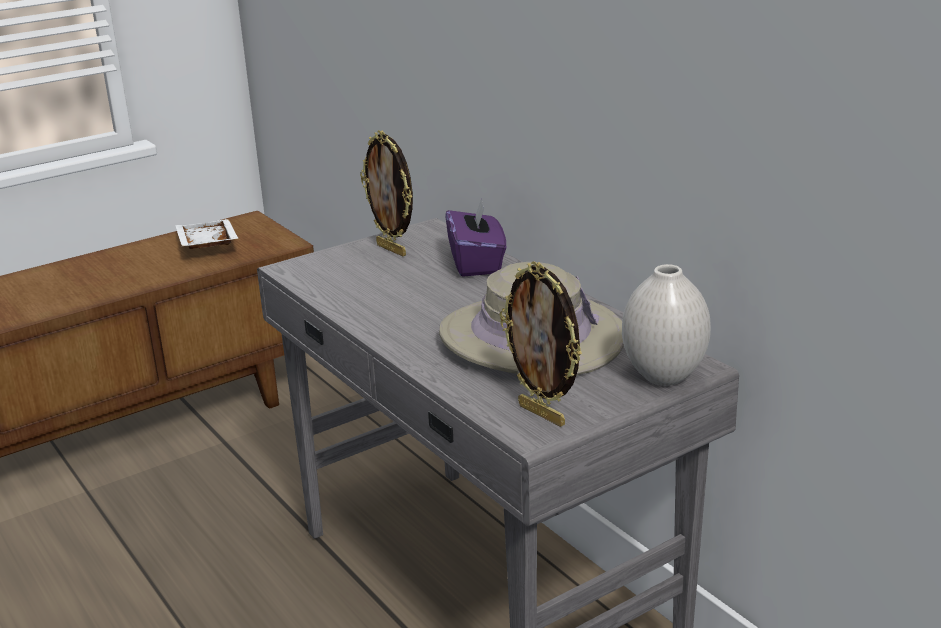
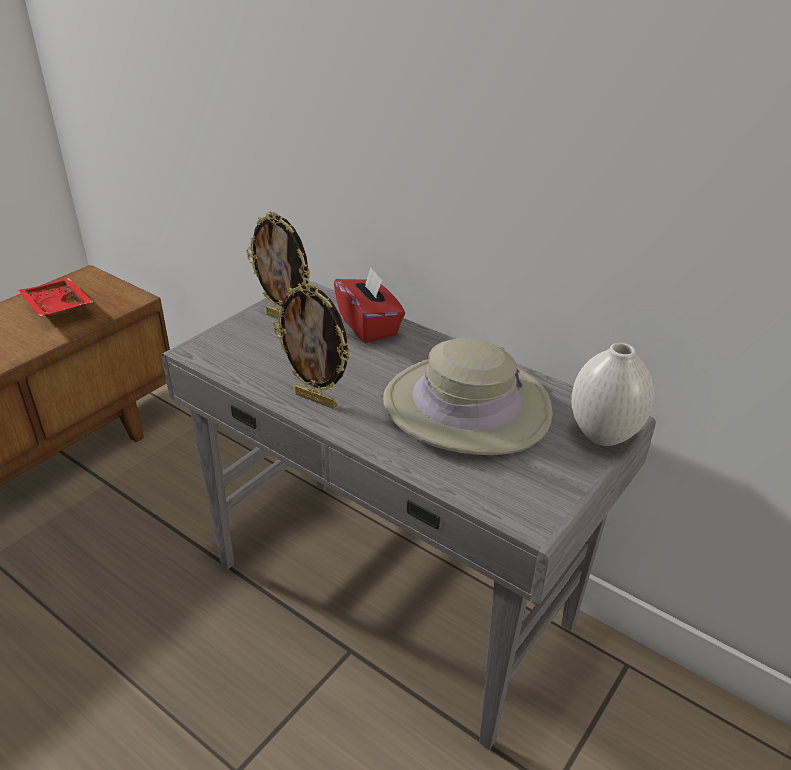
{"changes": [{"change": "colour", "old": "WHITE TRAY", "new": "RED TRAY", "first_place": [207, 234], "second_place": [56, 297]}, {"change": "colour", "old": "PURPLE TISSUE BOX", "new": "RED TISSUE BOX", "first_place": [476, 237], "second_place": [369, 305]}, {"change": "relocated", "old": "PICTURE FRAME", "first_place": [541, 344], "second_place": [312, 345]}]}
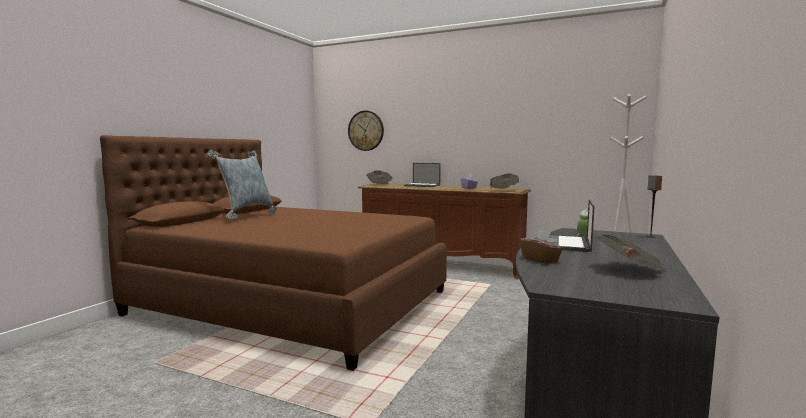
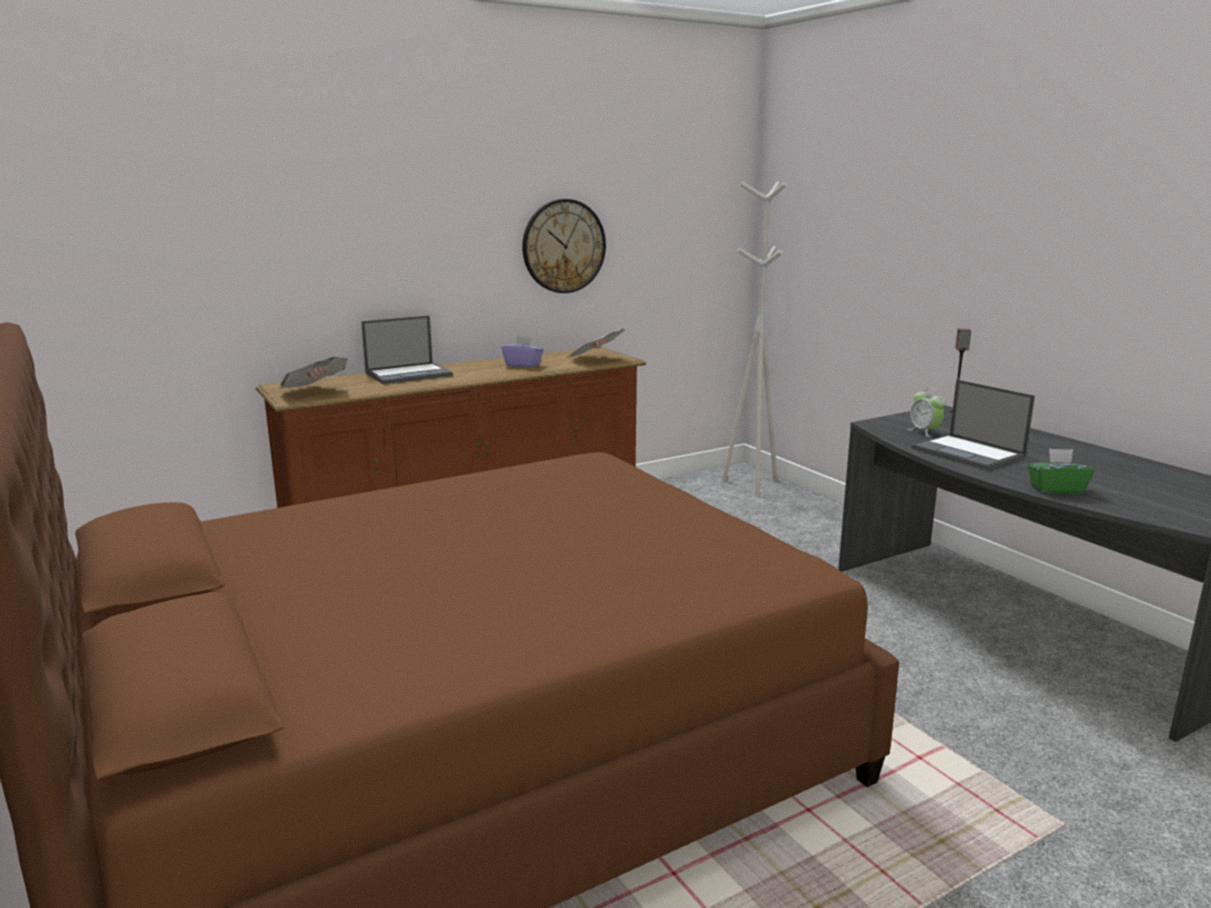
{"changes": [{"change": "missing", "old": "PILLOW", "first_place": [242, 184]}, {"change": "relocated", "old": "WALL CLOCK", "first_place": [366, 131], "second_place": [564, 246]}, {"change": "colour", "old": "BROWN TISSUE BOX", "new": "GREEN TISSUE BOX", "first_place": [541, 247], "second_place": [1061, 471]}, {"change": "missing", "old": "NEWSPAPER", "first_place": [630, 252]}]}
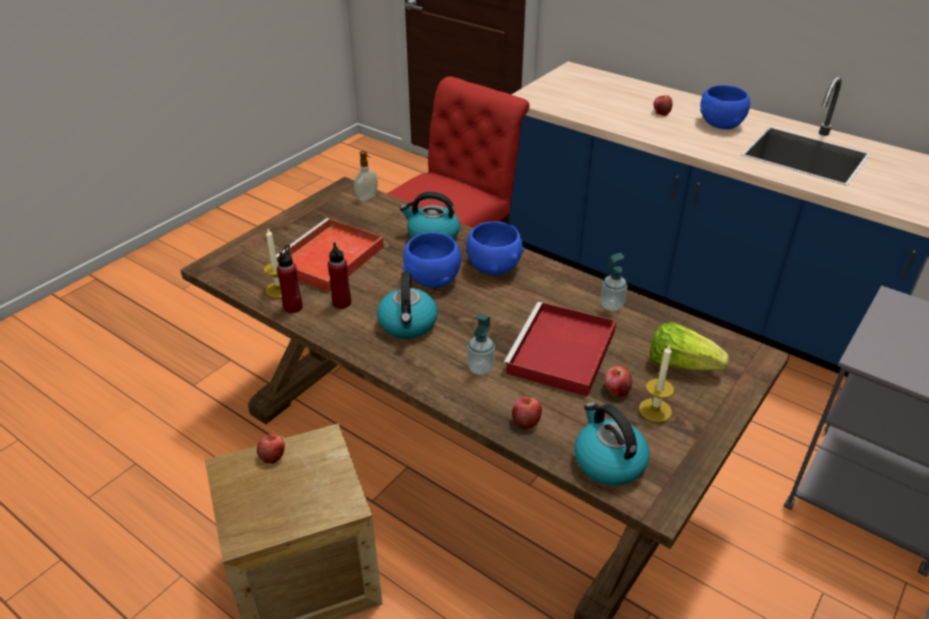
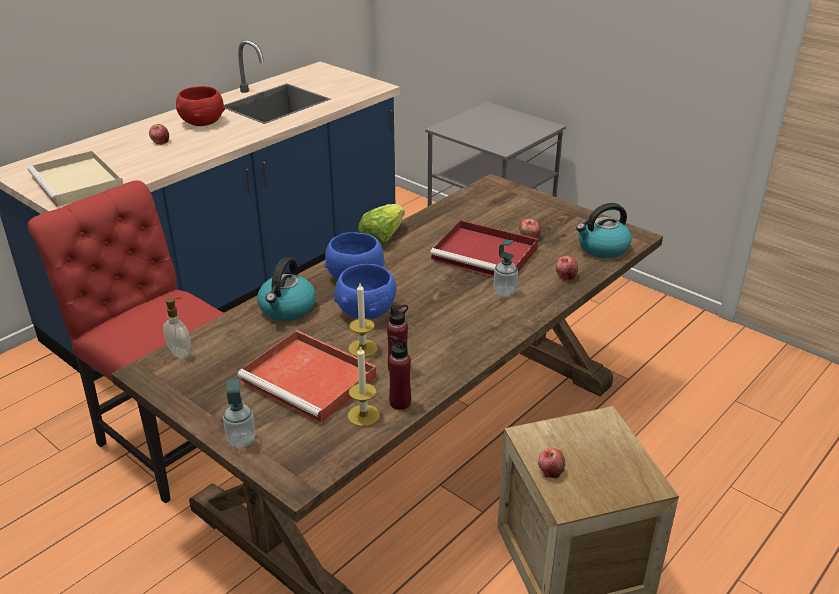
{"changes": [{"change": "missing", "old": "KETTLE", "first_place": [407, 305]}, {"change": "relocated", "old": "SOAP DISPENSER", "first_place": [613, 281], "second_place": [239, 413]}, {"change": "relocated", "old": "CANDLE", "first_place": [657, 383], "second_place": [363, 320]}, {"change": "relocated", "old": "LETTUCE", "first_place": [689, 346], "second_place": [381, 224]}, {"change": "colour", "old": "BLUE BOWL", "new": "RED BOWL", "first_place": [725, 107], "second_place": [200, 106]}, {"change": "appeared", "new": "BEIGE TRAY", "second_place": [75, 178]}]}
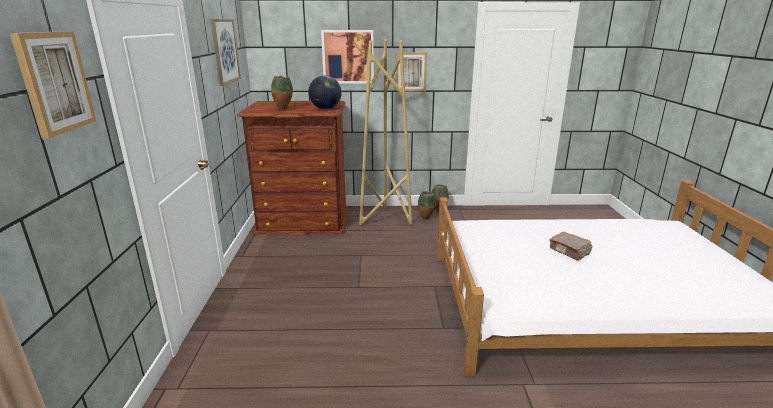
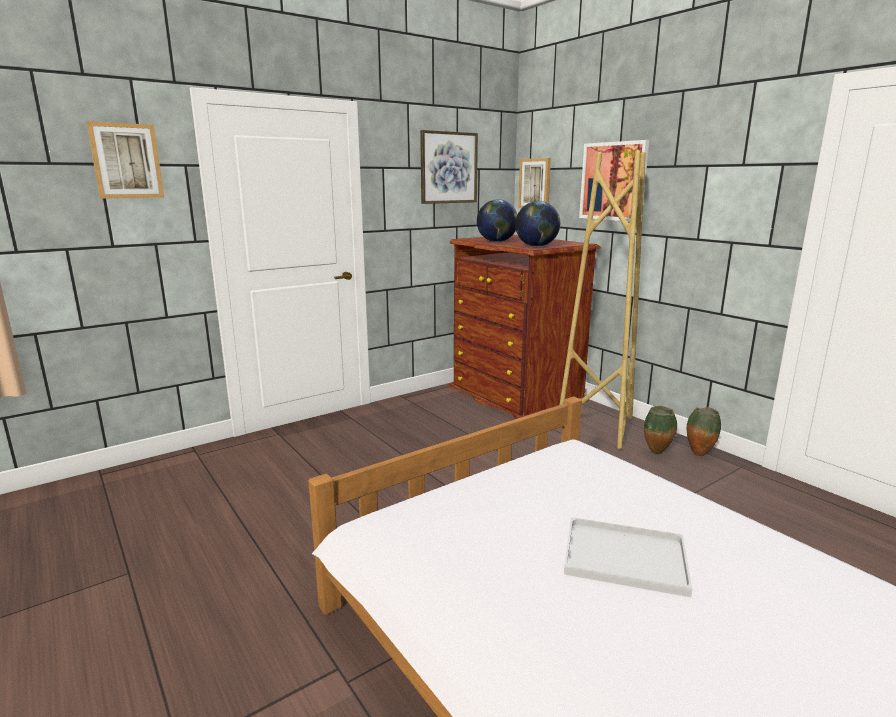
{"changes": [{"change": "exchanged", "old": "VASE", "new": "GLOBE", "first_place": [282, 93], "second_place": [497, 220]}, {"change": "relocated", "old": "PICTURE", "first_place": [411, 71], "second_place": [534, 183]}, {"change": "exchanged", "old": "BROWN BOOK", "new": "WHITE TRAY", "first_place": [570, 246], "second_place": [628, 557]}]}
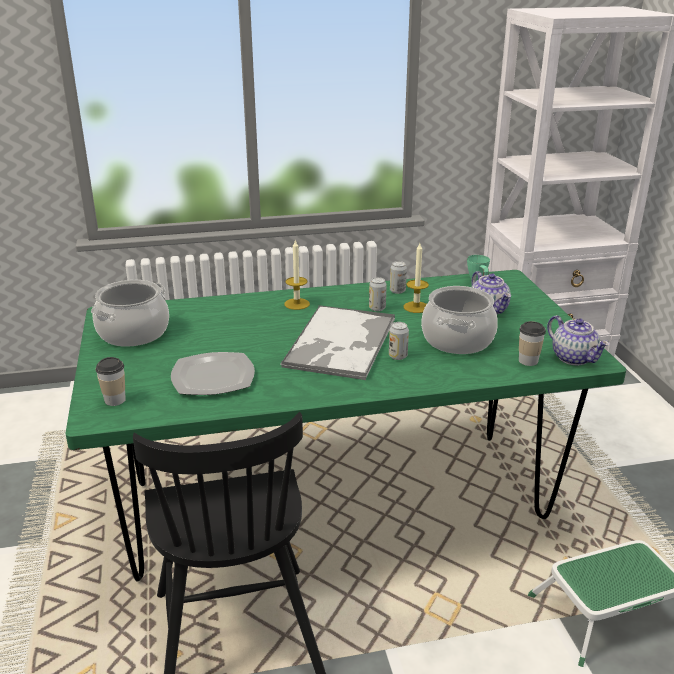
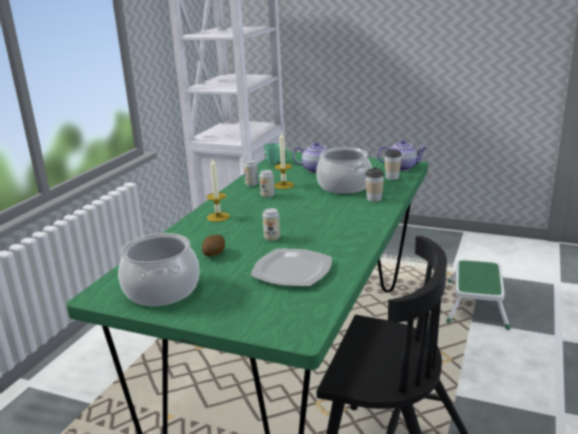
{"changes": [{"change": "relocated", "old": "CUP", "first_place": [110, 381], "second_place": [374, 185]}, {"change": "missing", "old": "TRAY", "first_place": [337, 342]}, {"change": "relocated", "old": "CAN", "first_place": [399, 341], "second_place": [271, 224]}, {"change": "appeared", "new": "POTATO", "second_place": [213, 245]}]}
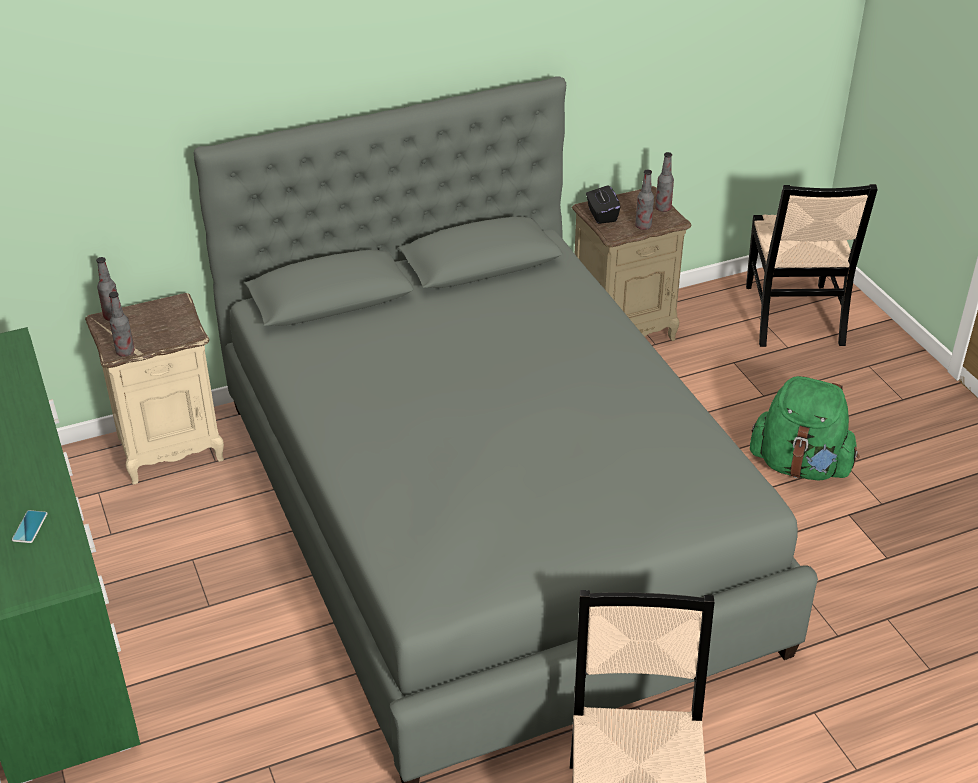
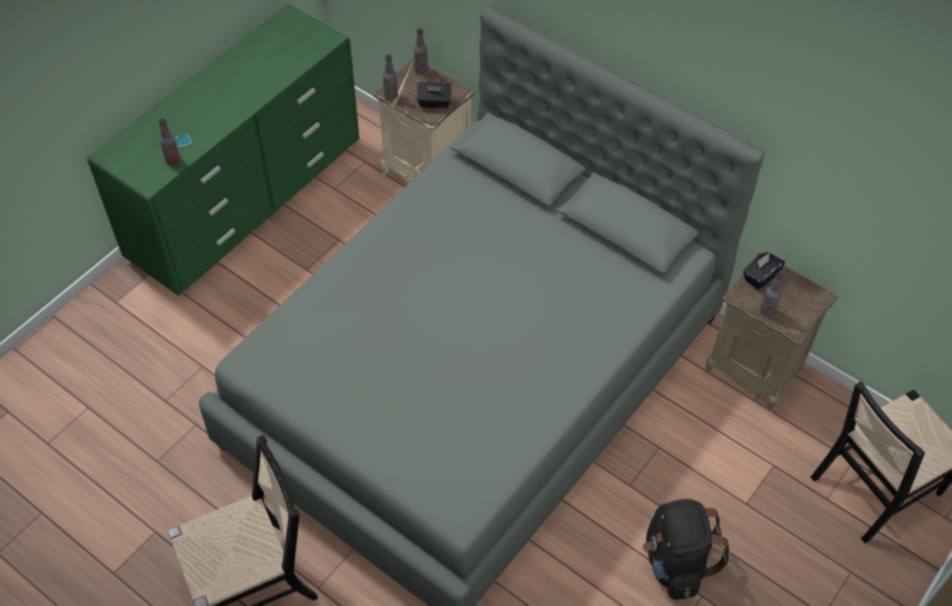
{"changes": [{"change": "relocated", "old": "BOTTLE", "first_place": [664, 182], "second_place": [170, 142]}, {"change": "colour", "old": "GREEN BACKPACK", "new": "BLACK BACKPACK", "first_place": [804, 428], "second_place": [686, 549]}, {"change": "appeared", "new": "BLACK TISSUE BOX", "second_place": [434, 94]}]}
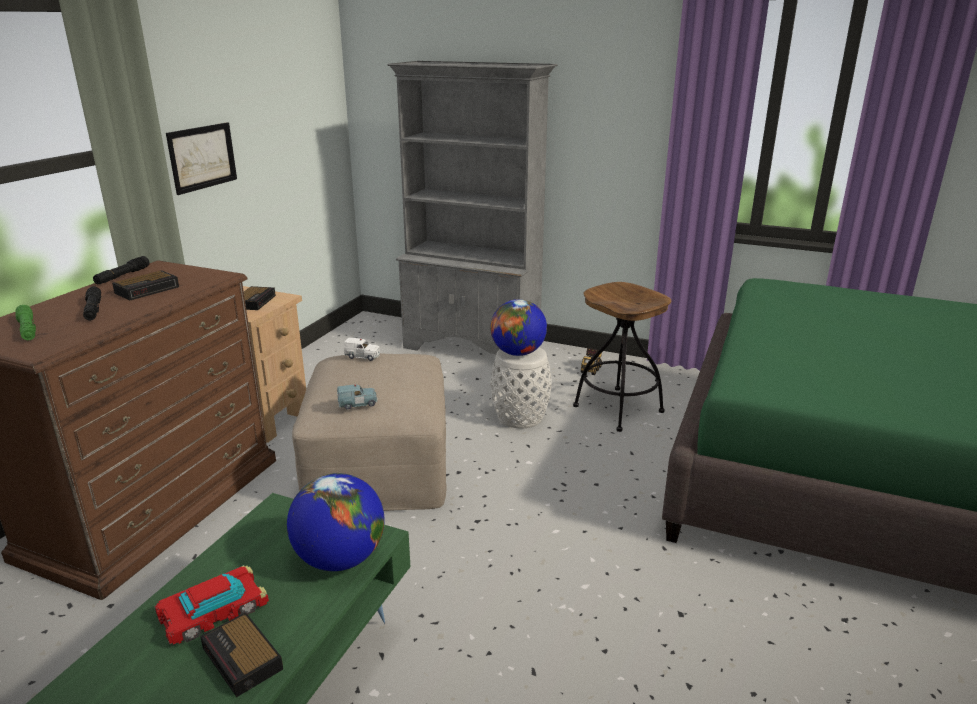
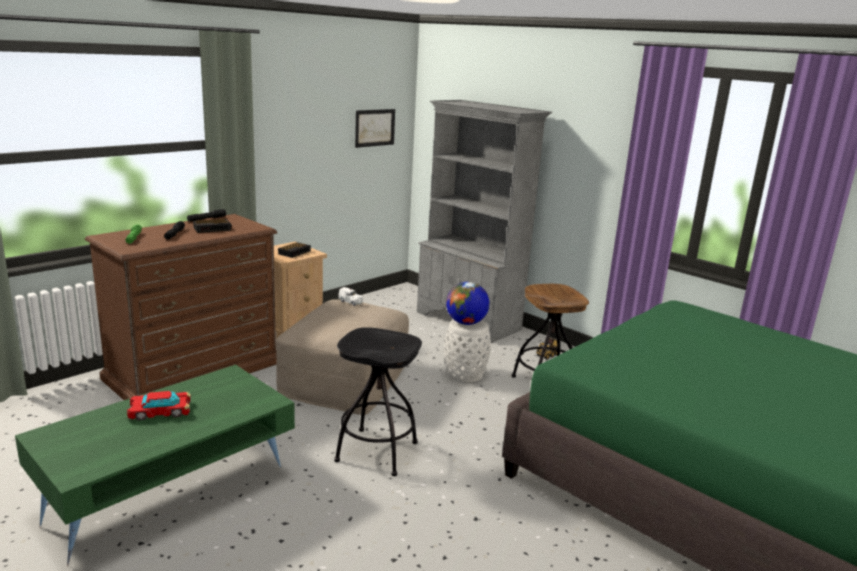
{"changes": [{"change": "relocated", "old": "PICTURE", "first_place": [201, 158], "second_place": [375, 128]}, {"change": "missing", "old": "ALARM CLOCK", "first_place": [241, 654]}, {"change": "missing", "old": "GLOBE", "first_place": [335, 522]}, {"change": "missing", "old": "BLUE TOY CAR", "first_place": [357, 397]}, {"change": "appeared", "new": "BLACK STOOL", "second_place": [378, 401]}]}
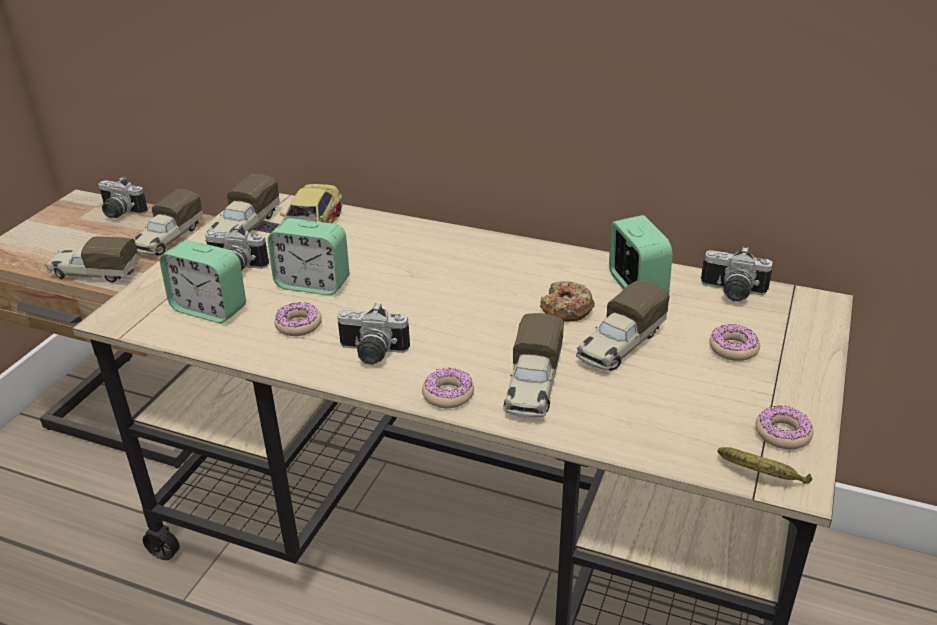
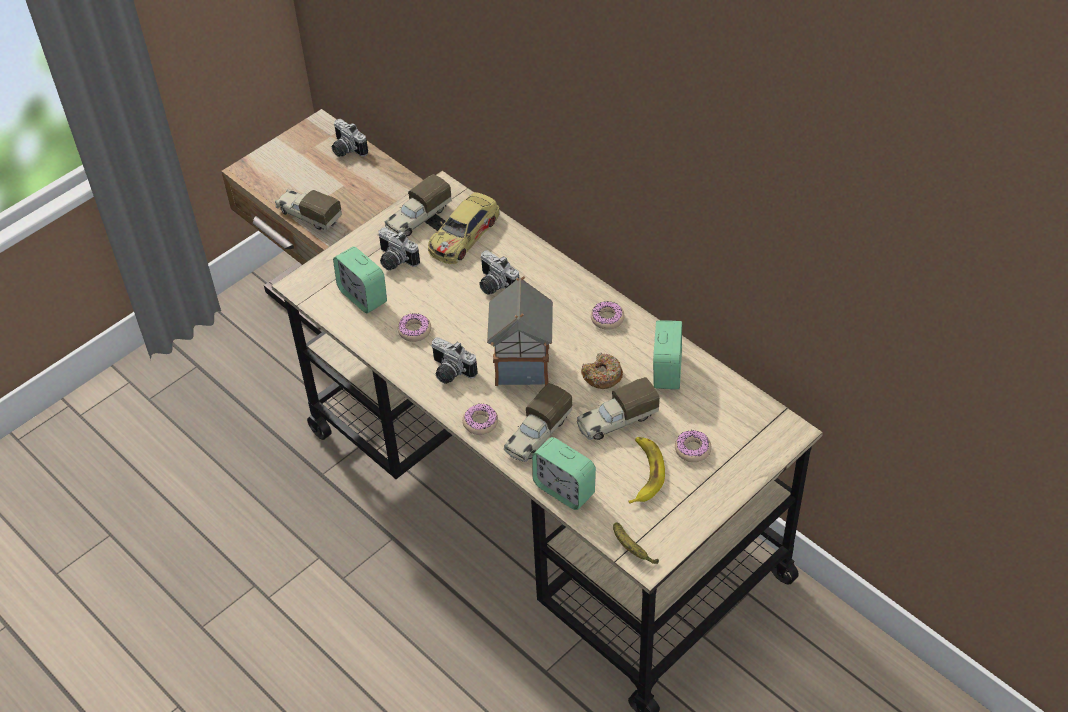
{"changes": [{"change": "missing", "old": "TOY TRUCK", "first_place": [168, 223]}, {"change": "relocated", "old": "ALARM CLOCK", "first_place": [308, 256], "second_place": [564, 473]}, {"change": "relocated", "old": "PHOTO CAMERA", "first_place": [737, 274], "second_place": [499, 272]}, {"change": "relocated", "old": "DONUT", "first_place": [784, 427], "second_place": [608, 315]}, {"change": "appeared", "new": "TOY HOUSE", "second_place": [520, 331]}, {"change": "appeared", "new": "BANANA", "second_place": [647, 470]}]}
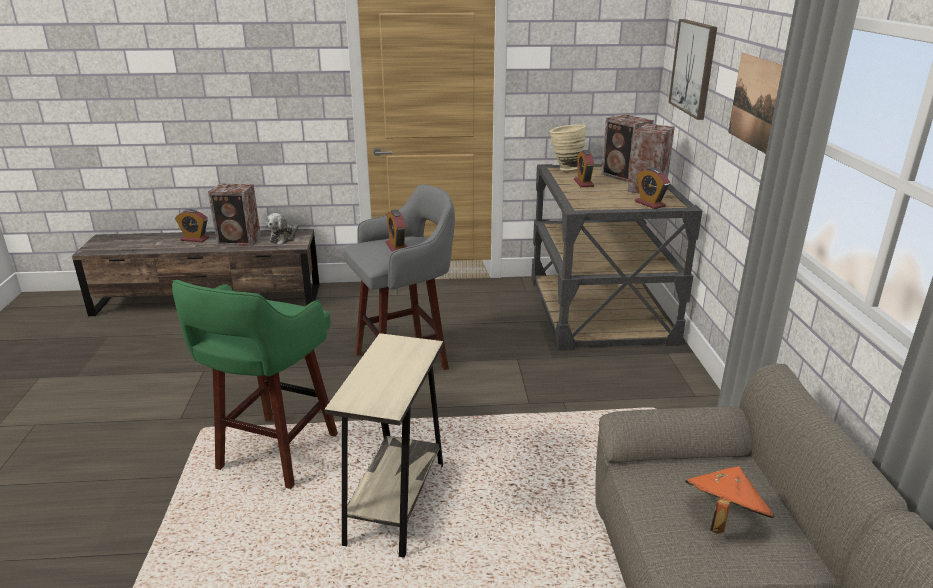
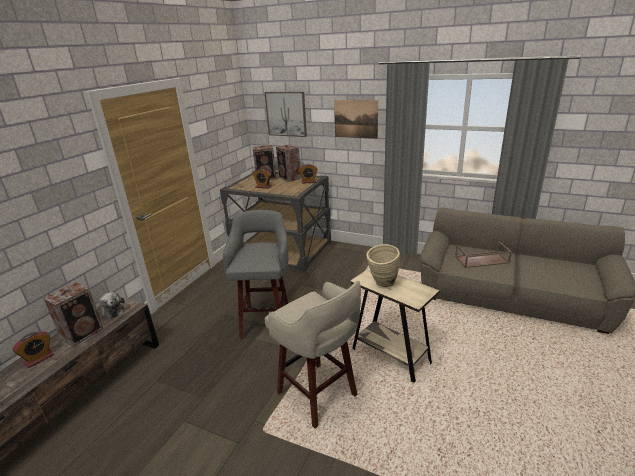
{"changes": [{"change": "colour", "old": "GREEN STOOL", "new": "BEIGE STOOL", "first_place": [255, 384], "second_place": [313, 355]}, {"change": "missing", "old": "ALARM CLOCK", "first_place": [396, 231]}, {"change": "relocated", "old": "BEIGE VASE", "first_place": [568, 148], "second_place": [383, 266]}, {"change": "exchanged", "old": "ORANGE HAT", "new": "BROWN TRAY", "first_place": [729, 499], "second_place": [483, 254]}]}
